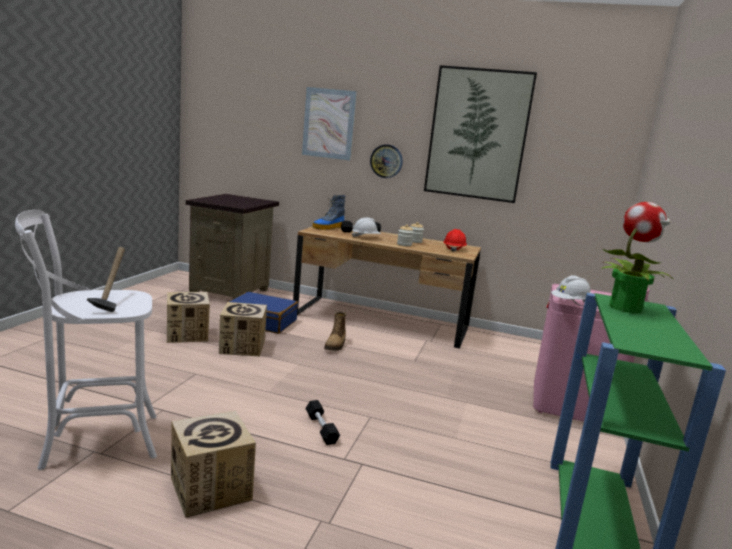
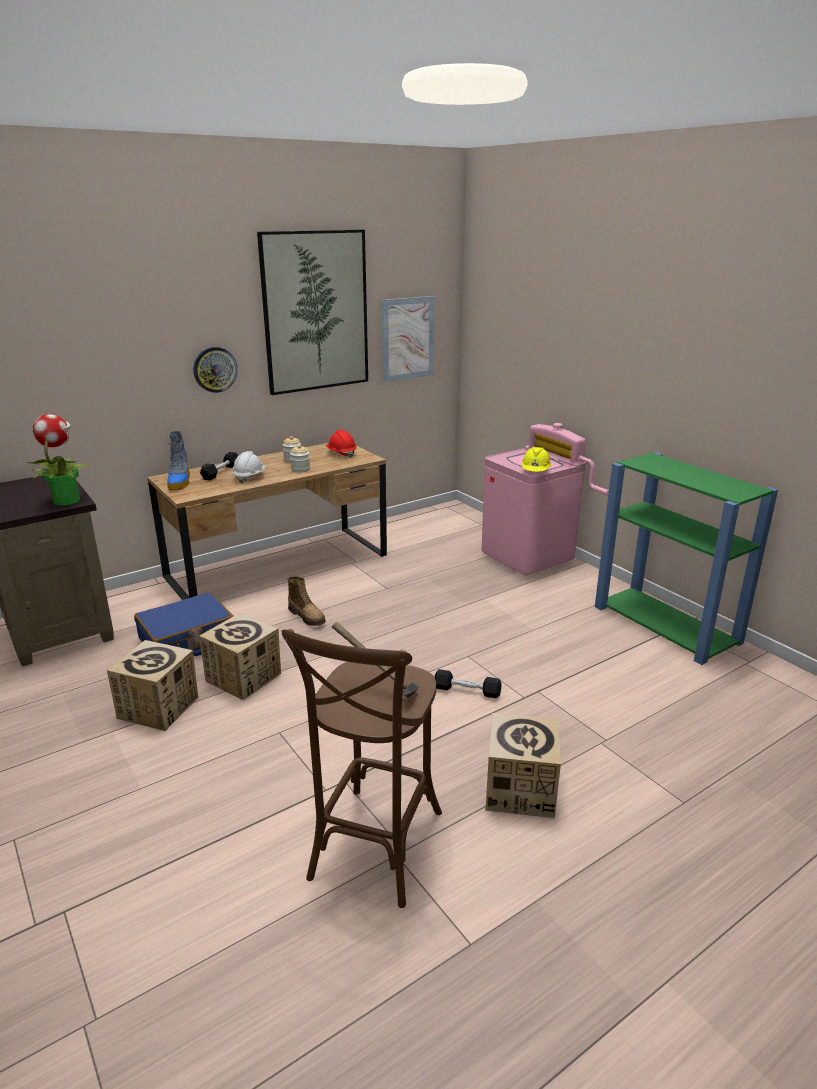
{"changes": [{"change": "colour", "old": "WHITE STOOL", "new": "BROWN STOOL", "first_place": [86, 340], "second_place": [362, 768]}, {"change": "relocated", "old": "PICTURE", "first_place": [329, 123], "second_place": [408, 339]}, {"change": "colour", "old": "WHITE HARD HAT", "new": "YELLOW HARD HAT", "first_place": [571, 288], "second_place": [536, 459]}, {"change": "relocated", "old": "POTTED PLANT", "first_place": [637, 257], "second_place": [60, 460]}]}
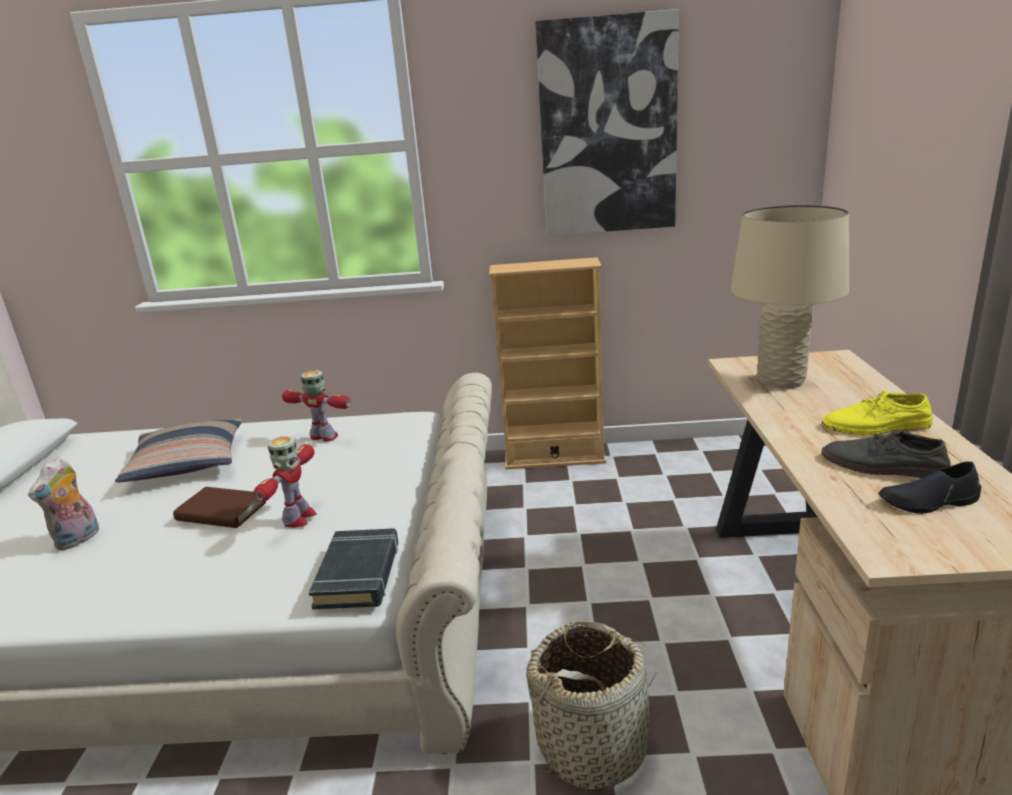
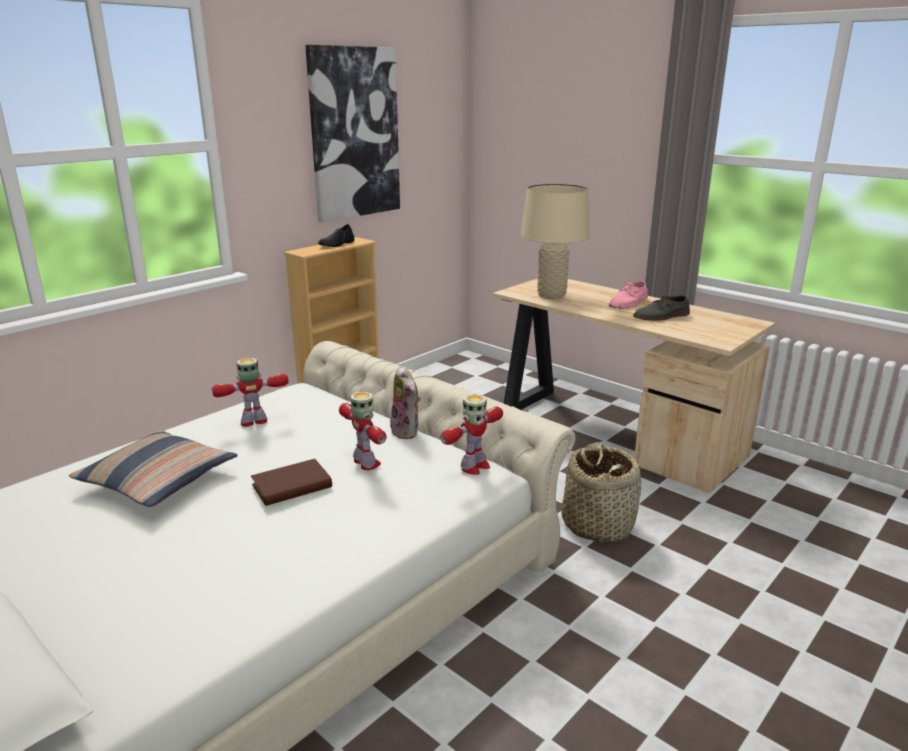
{"changes": [{"change": "relocated", "old": "PLUSH TOY", "first_place": [63, 503], "second_place": [405, 402]}, {"change": "exchanged", "old": "BLACK BOOK", "new": "TOY ROBOT", "first_place": [353, 568], "second_place": [471, 434]}, {"change": "colour", "old": "YELLOW SHOE", "new": "PINK SHOE", "first_place": [877, 412], "second_place": [628, 295]}, {"change": "relocated", "old": "BLACK SHOE", "first_place": [929, 488], "second_place": [336, 235]}]}
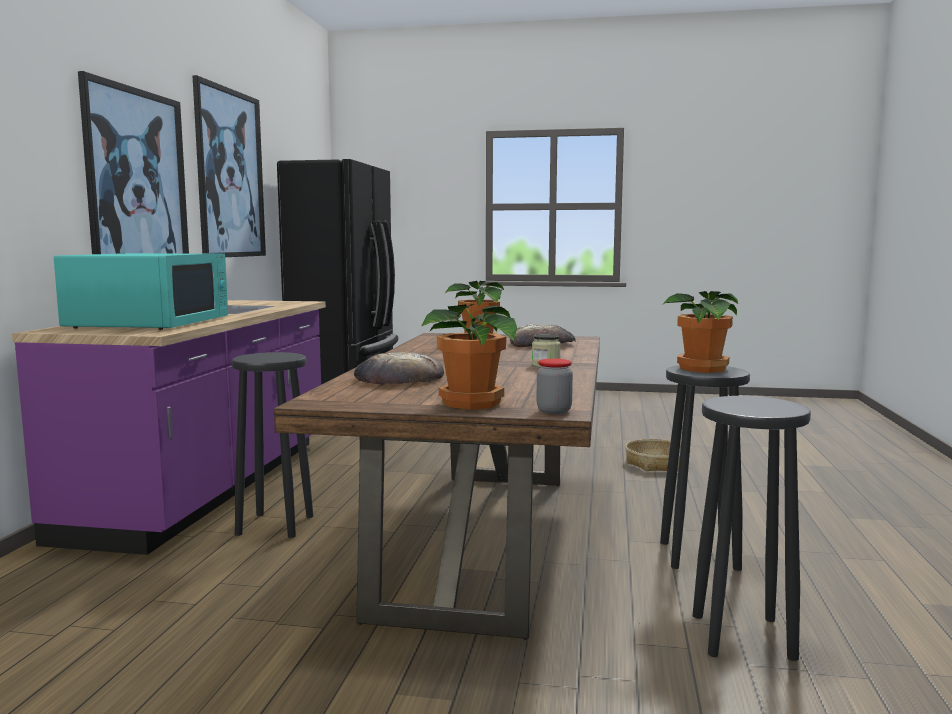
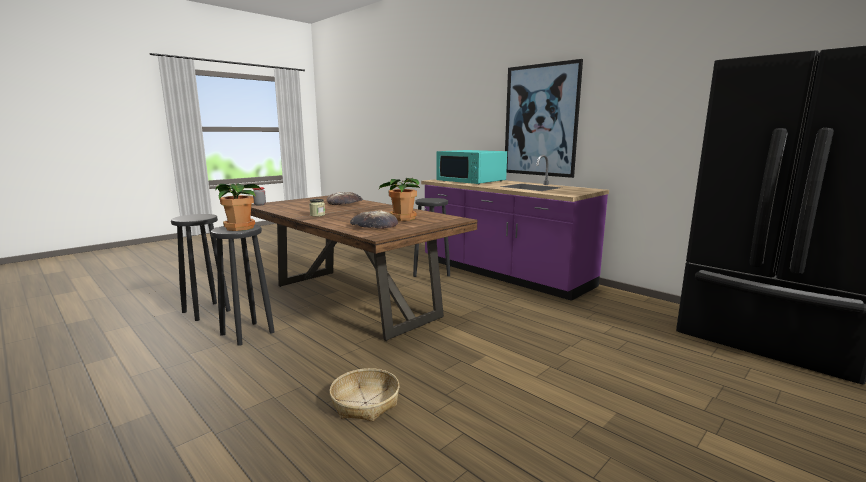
{"changes": [{"change": "missing", "old": "PICTURE", "first_place": [229, 166]}, {"change": "missing", "old": "POTTED PLANT", "first_place": [469, 357]}]}
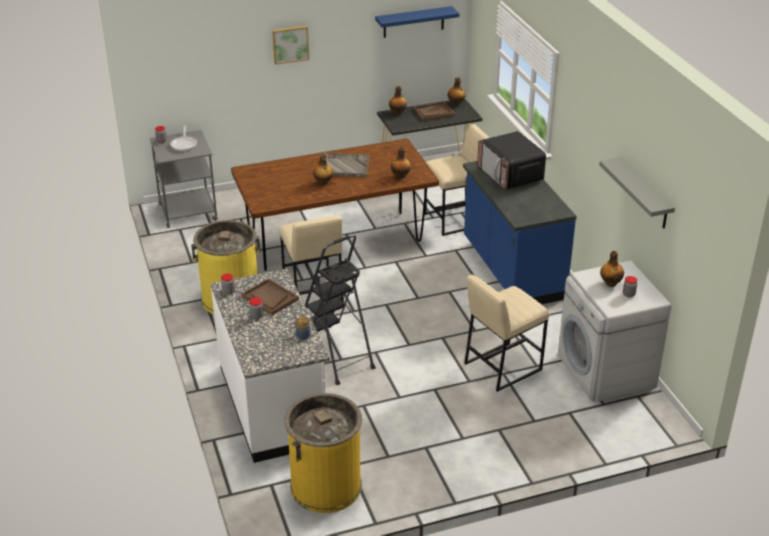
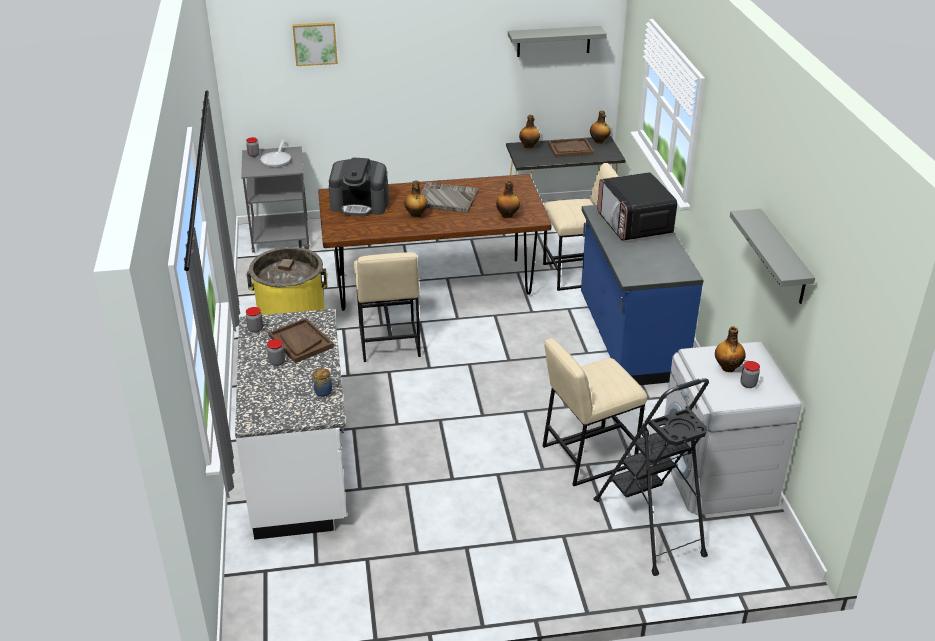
{"changes": [{"change": "relocated", "old": "PICTURE", "first_place": [290, 45], "second_place": [315, 44]}, {"change": "missing", "old": "YELLOW TRASH CAN", "first_place": [323, 453]}, {"change": "relocated", "old": "STEP LADDER", "first_place": [340, 310], "second_place": [651, 477]}, {"change": "colour", "old": "BLUE SHELF", "new": "GREY SHELF", "first_place": [417, 22], "second_place": [557, 41]}, {"change": "appeared", "new": "COFFEE MACHINE", "second_place": [359, 187]}]}
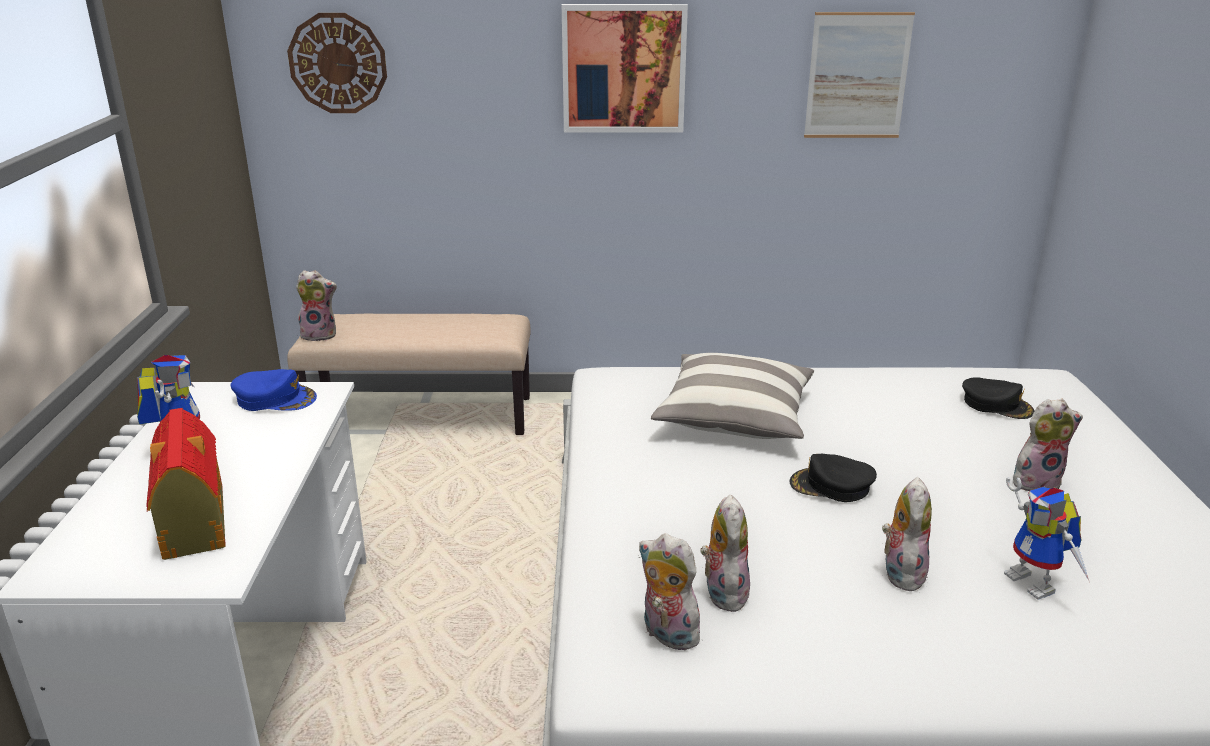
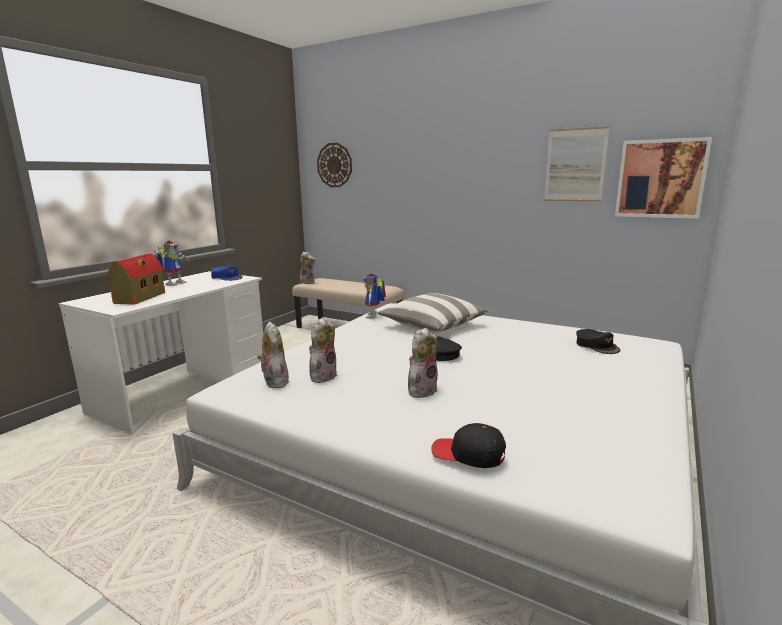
{"changes": [{"change": "relocated", "old": "PICTURE", "first_place": [625, 68], "second_place": [663, 178]}, {"change": "relocated", "old": "TOY ROBOT", "first_place": [1047, 538], "second_place": [375, 296]}, {"change": "missing", "old": "PLUSH TOY", "first_place": [1048, 445]}, {"change": "appeared", "new": "BLACK CAP", "second_place": [468, 445]}]}
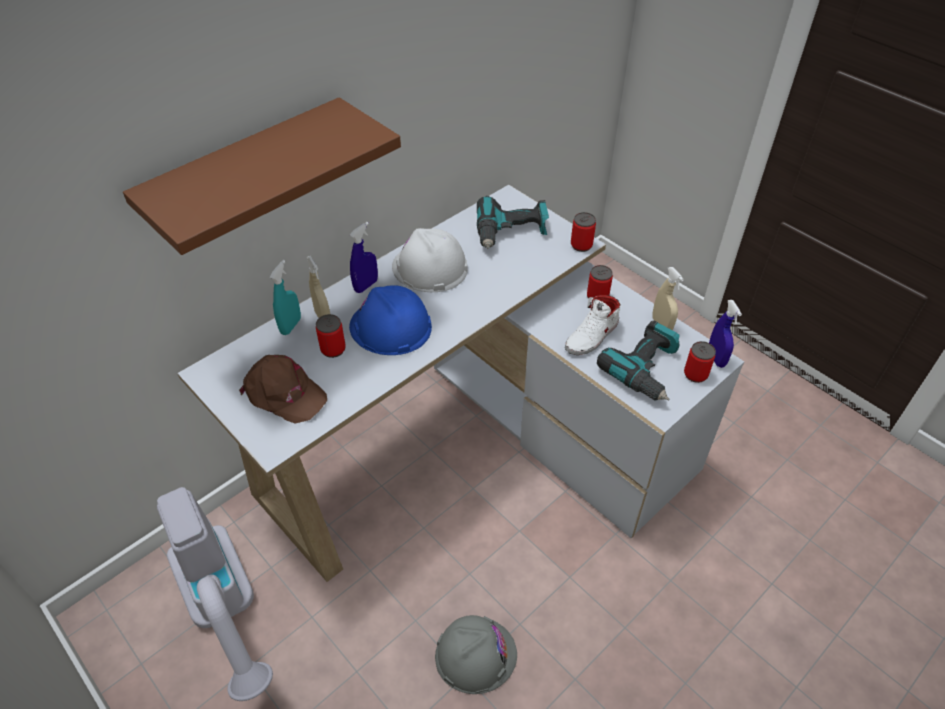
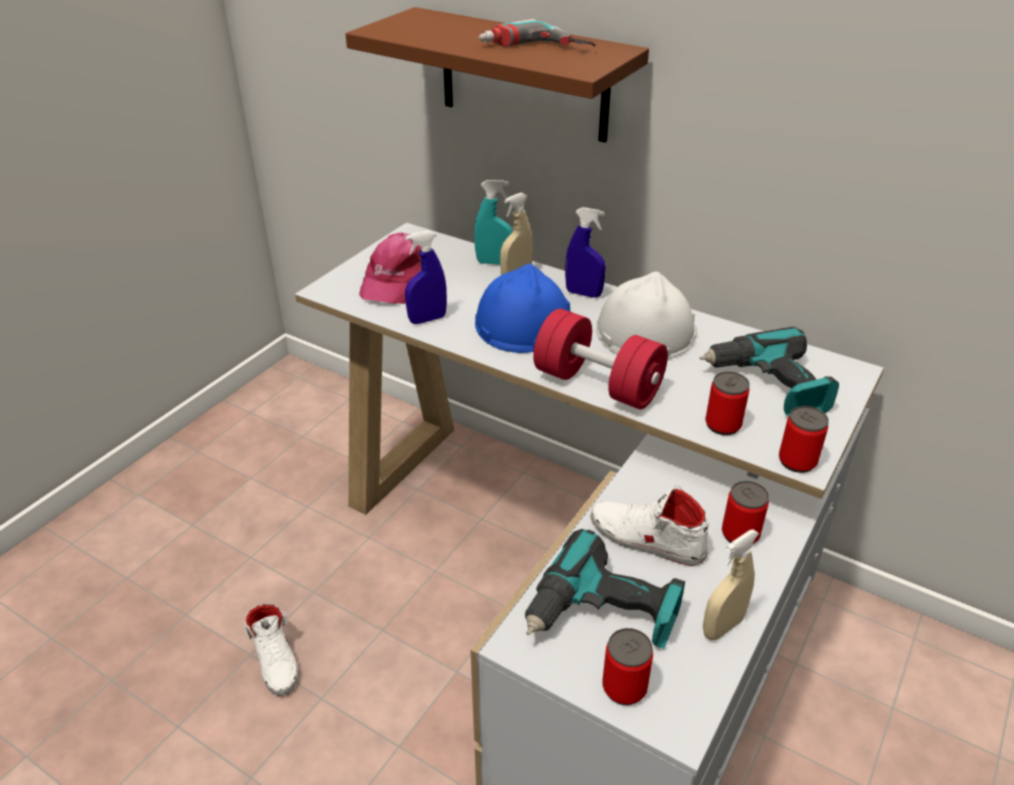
{"changes": [{"change": "missing", "old": "VACUUM CLEANER", "first_place": [215, 594]}, {"change": "colour", "old": "BROWN CAP", "new": "PINK CAP", "first_place": [283, 389], "second_place": [390, 268]}, {"change": "relocated", "old": "CAN", "first_place": [331, 336], "second_place": [727, 403]}, {"change": "exchanged", "old": "GREY HARD HAT", "new": "WHITE SHOE", "first_place": [476, 654], "second_place": [271, 650]}, {"change": "relocated", "old": "BLUE SPRAY BOTTLE", "first_place": [725, 334], "second_place": [426, 277]}, {"change": "appeared", "new": "POWER DRILL", "second_place": [536, 33]}, {"change": "appeared", "new": "RED DUMBBELL", "second_place": [600, 359]}]}
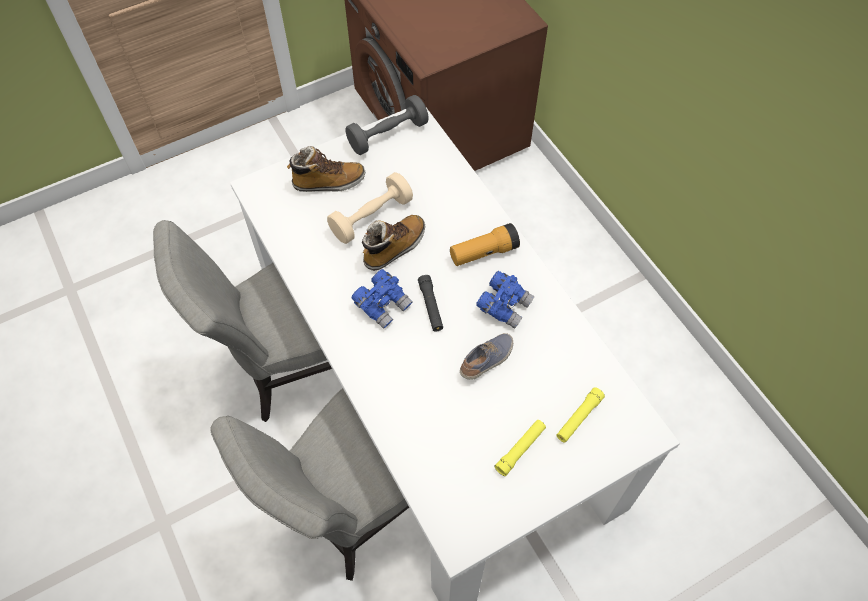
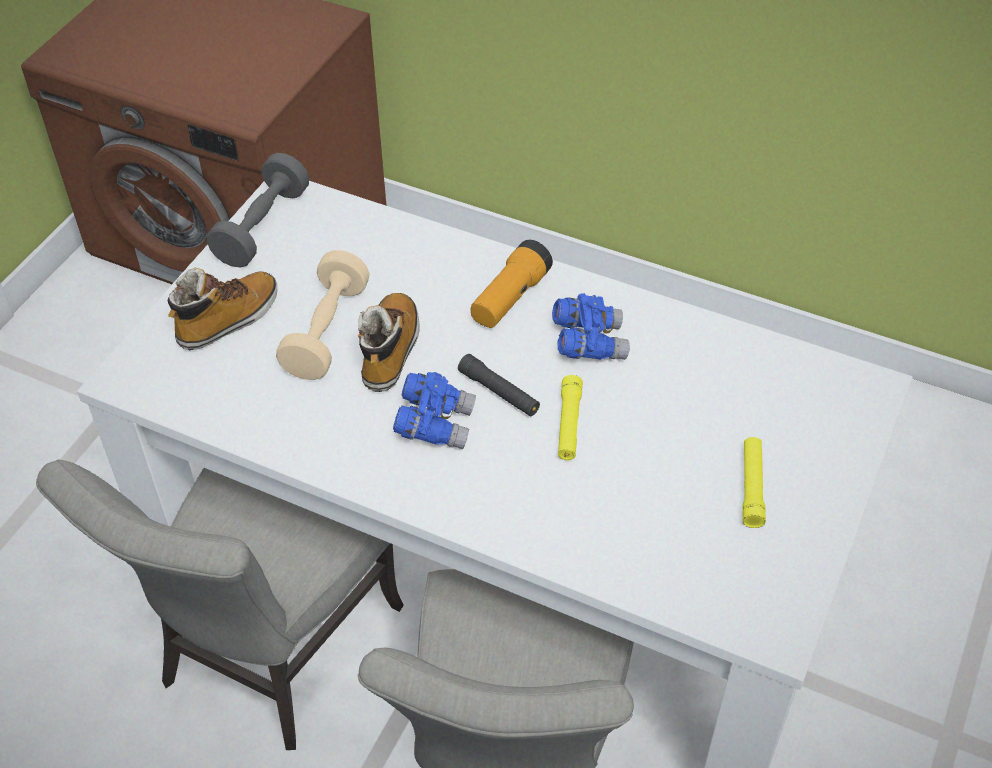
{"changes": [{"change": "missing", "old": "SHOE", "first_place": [486, 356]}, {"change": "relocated", "old": "YELLOW FLASHLIGHT", "first_place": [580, 415], "second_place": [570, 417]}]}
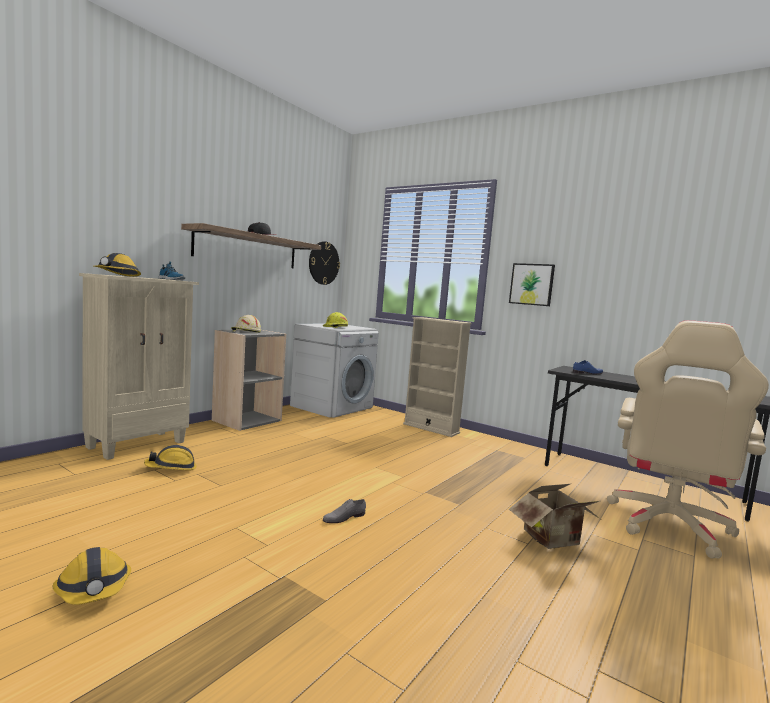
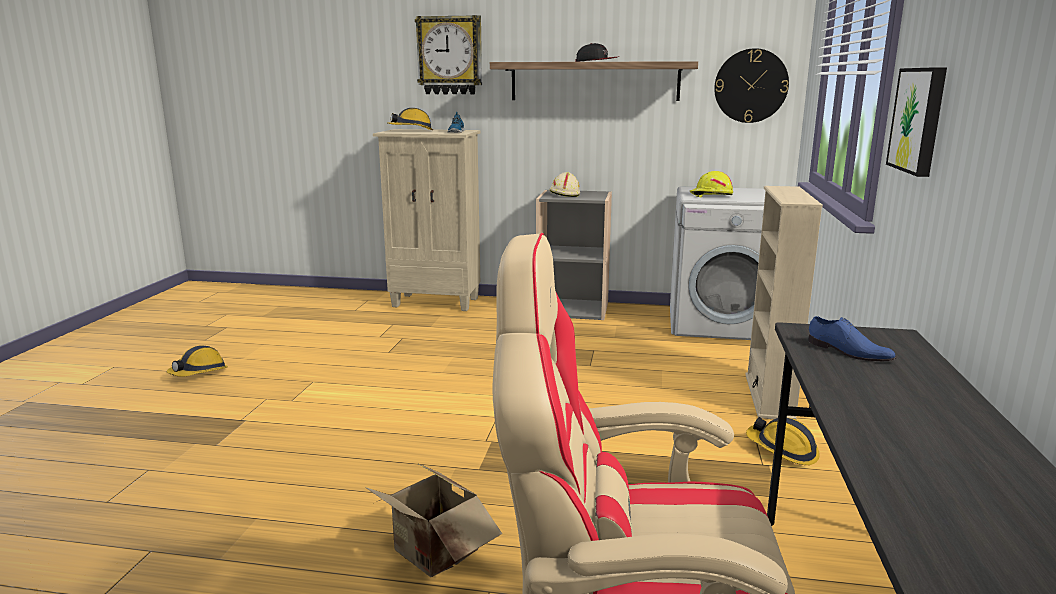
{"changes": [{"change": "relocated", "old": "HARD HAT", "first_place": [170, 457], "second_place": [783, 441]}, {"change": "missing", "old": "GREY SHOE", "first_place": [344, 511]}, {"change": "appeared", "new": "WALL CLOCK", "second_place": [448, 55]}]}
